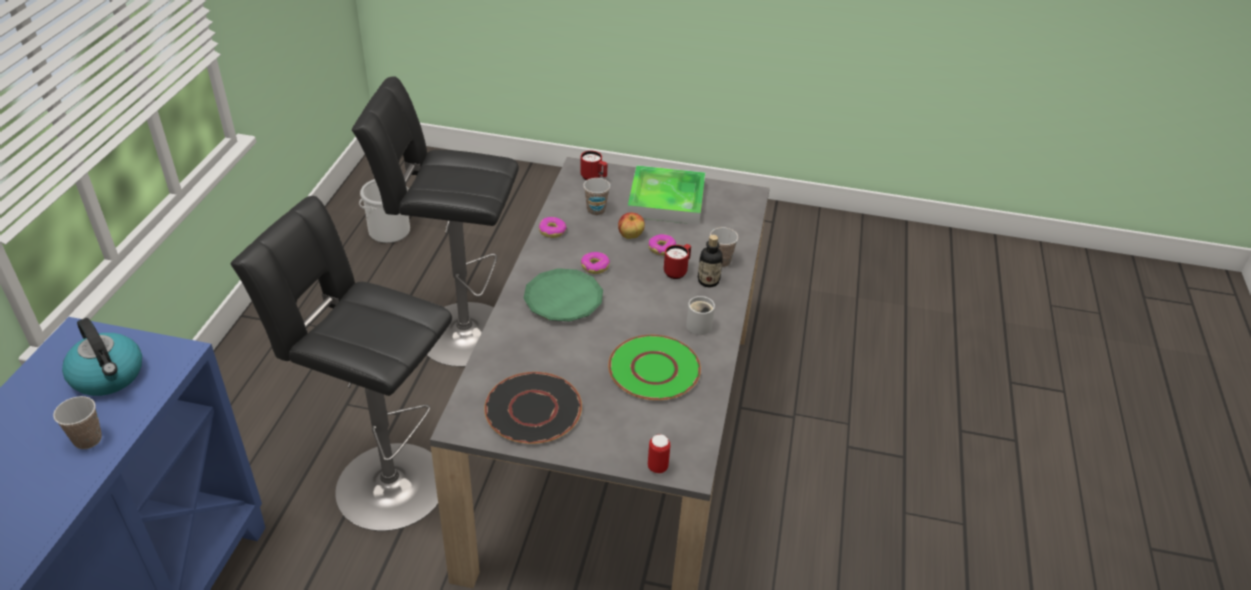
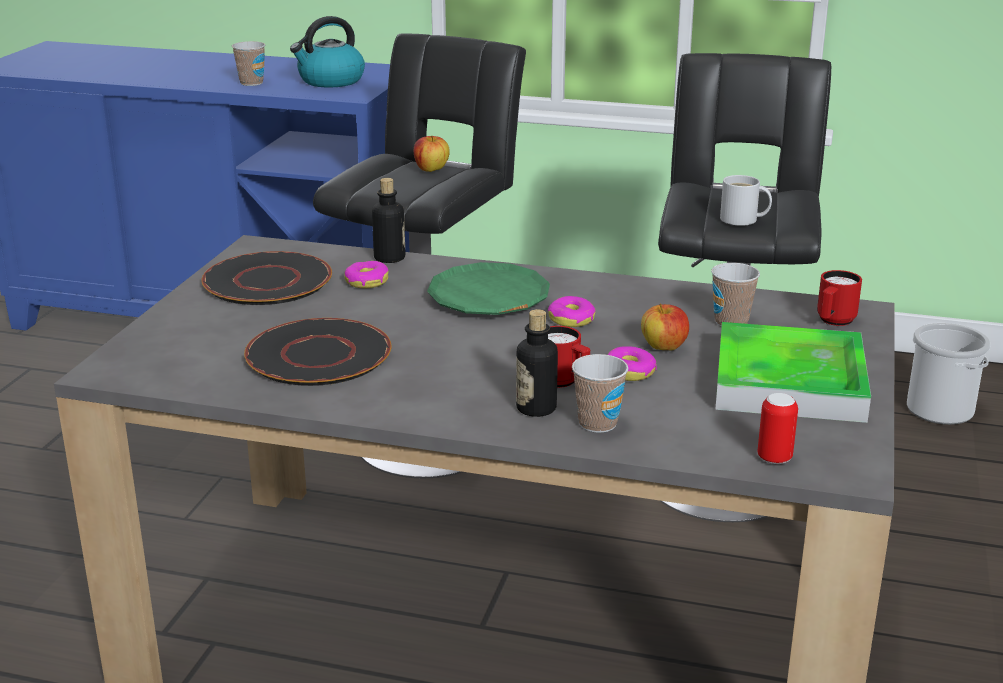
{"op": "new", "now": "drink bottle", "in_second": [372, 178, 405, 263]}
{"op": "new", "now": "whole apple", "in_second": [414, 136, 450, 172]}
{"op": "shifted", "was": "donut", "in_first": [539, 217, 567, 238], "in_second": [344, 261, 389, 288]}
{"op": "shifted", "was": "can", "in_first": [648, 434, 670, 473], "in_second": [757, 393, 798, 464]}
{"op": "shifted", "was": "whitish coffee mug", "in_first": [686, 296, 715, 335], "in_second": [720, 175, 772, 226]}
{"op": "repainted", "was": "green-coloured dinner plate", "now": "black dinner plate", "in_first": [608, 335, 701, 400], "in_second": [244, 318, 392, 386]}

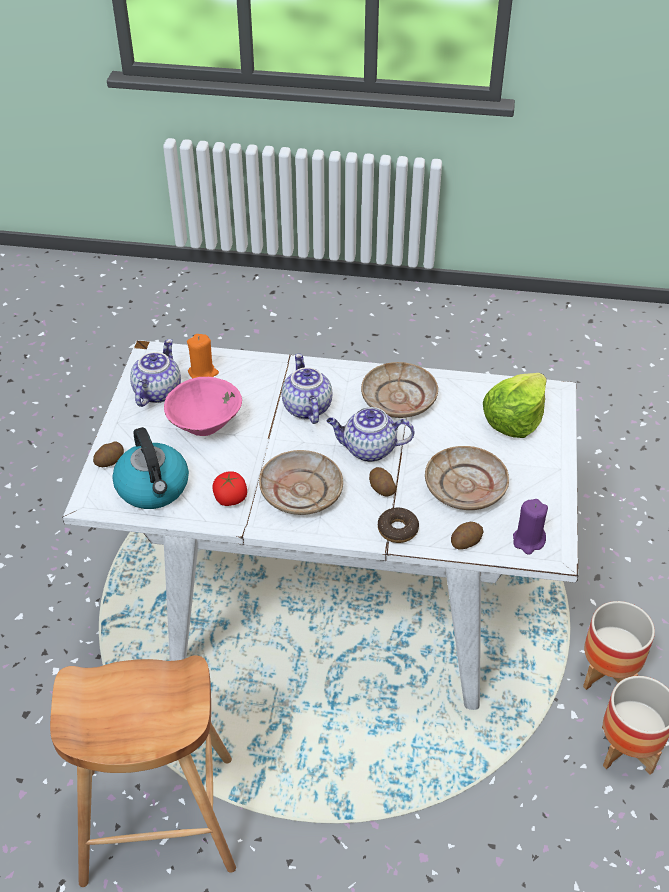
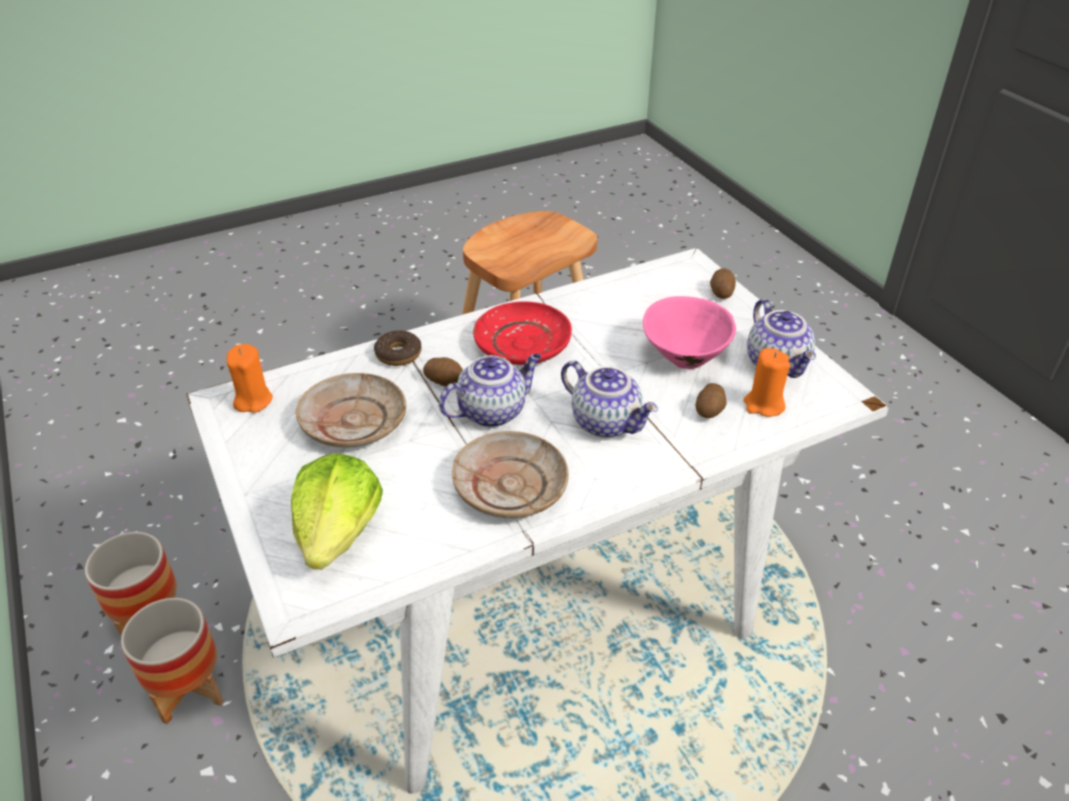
{"op": "gone", "was": "tea kettle", "in_first": [112, 427, 189, 509]}
{"op": "gone", "was": "fresh tomato", "in_first": [212, 471, 247, 506]}
{"op": "shifted", "was": "whole potato", "in_first": [451, 522, 483, 550], "in_second": [696, 383, 727, 418]}
{"op": "repainted", "was": "beige dinner plate", "now": "reddish dinner plate", "in_first": [259, 450, 343, 515], "in_second": [473, 301, 572, 365]}
{"op": "repainted", "was": "purplish wax light", "now": "orange wax light", "in_first": [513, 499, 548, 555], "in_second": [227, 344, 273, 413]}

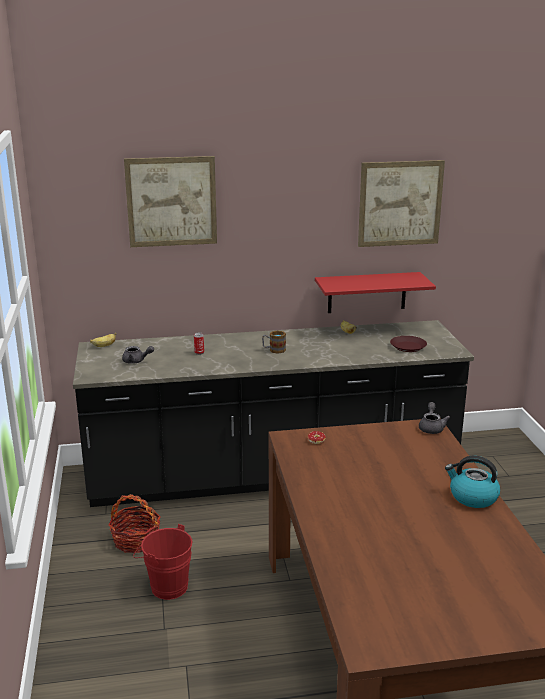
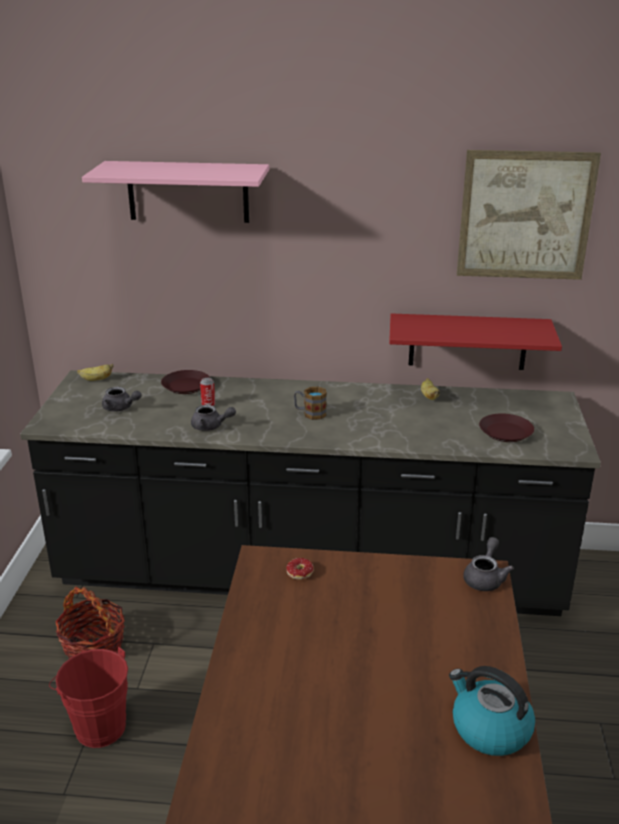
{"op": "new", "now": "brown-coloured dinner plate", "in_second": [161, 370, 210, 394]}
{"op": "new", "now": "grey tea pot", "in_second": [191, 405, 236, 431]}
{"op": "swapped", "was": "wall picture", "now": "pinkish shelf", "in_first": [124, 156, 217, 247], "in_second": [82, 161, 269, 223]}

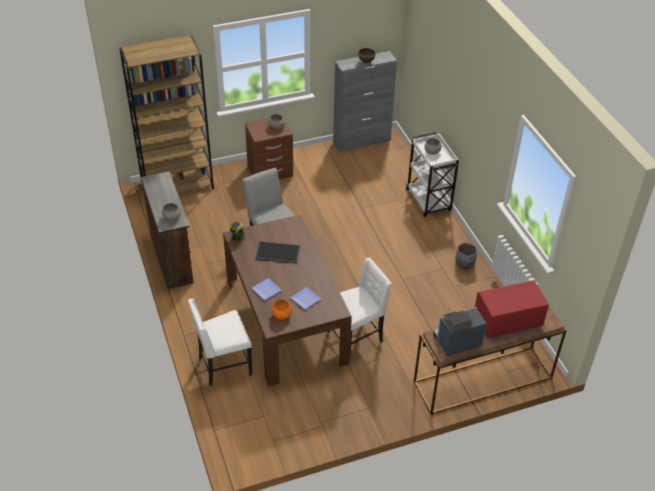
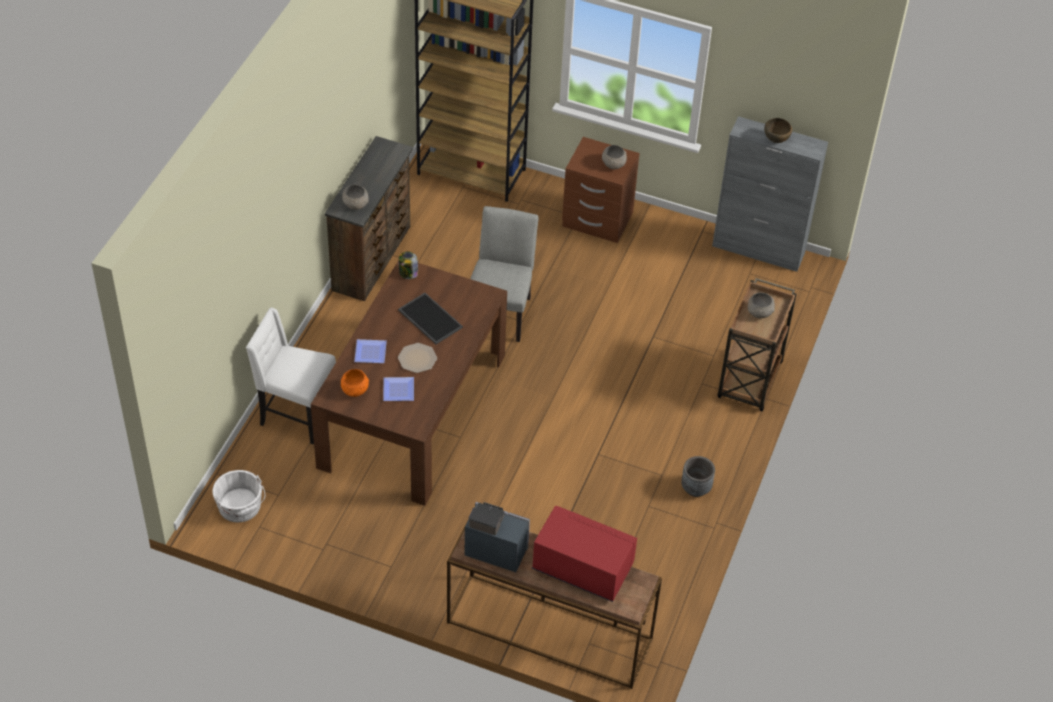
{"op": "gone", "was": "whitish plain chair", "in_first": [327, 258, 391, 352]}
{"op": "new", "now": "whitish pail", "in_second": [213, 470, 265, 522]}
{"op": "new", "now": "dinner plate", "in_second": [398, 343, 437, 373]}
{"op": "repainted", "was": "whitish wheeled cart", "now": "brown-coloured wheeled cart", "in_first": [406, 132, 459, 217], "in_second": [718, 278, 797, 411]}

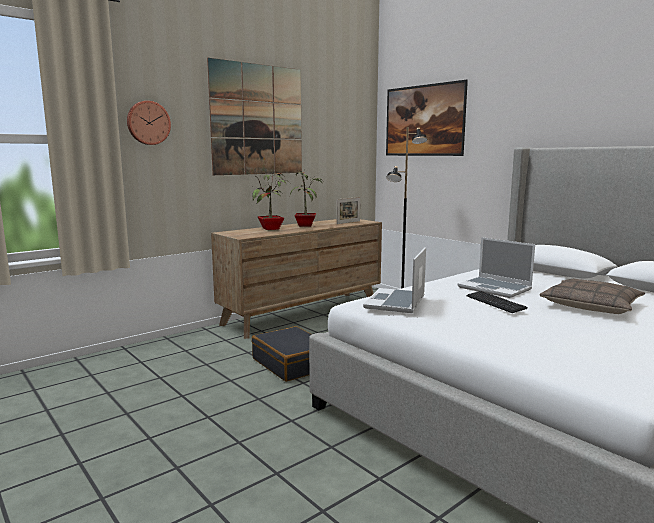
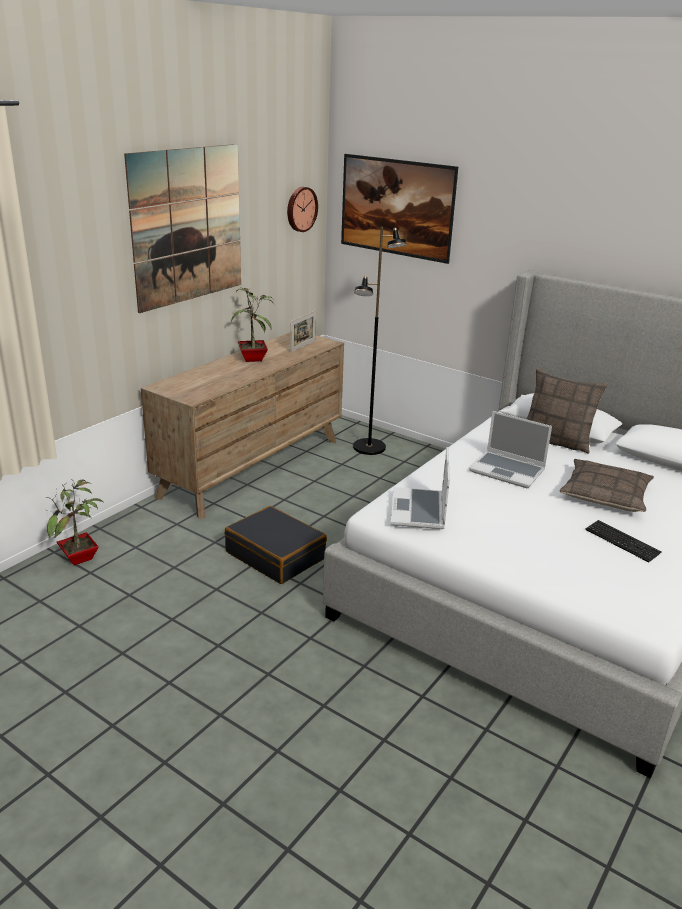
{"op": "new", "now": "pillow", "in_second": [527, 368, 608, 454]}
{"op": "shifted", "was": "wall clock", "in_first": [127, 101, 171, 145], "in_second": [287, 187, 318, 232]}
{"op": "shifted", "was": "houseplant", "in_first": [252, 171, 291, 230], "in_second": [46, 480, 103, 565]}
{"op": "shifted", "was": "keyboard", "in_first": [466, 291, 528, 313], "in_second": [585, 520, 661, 562]}

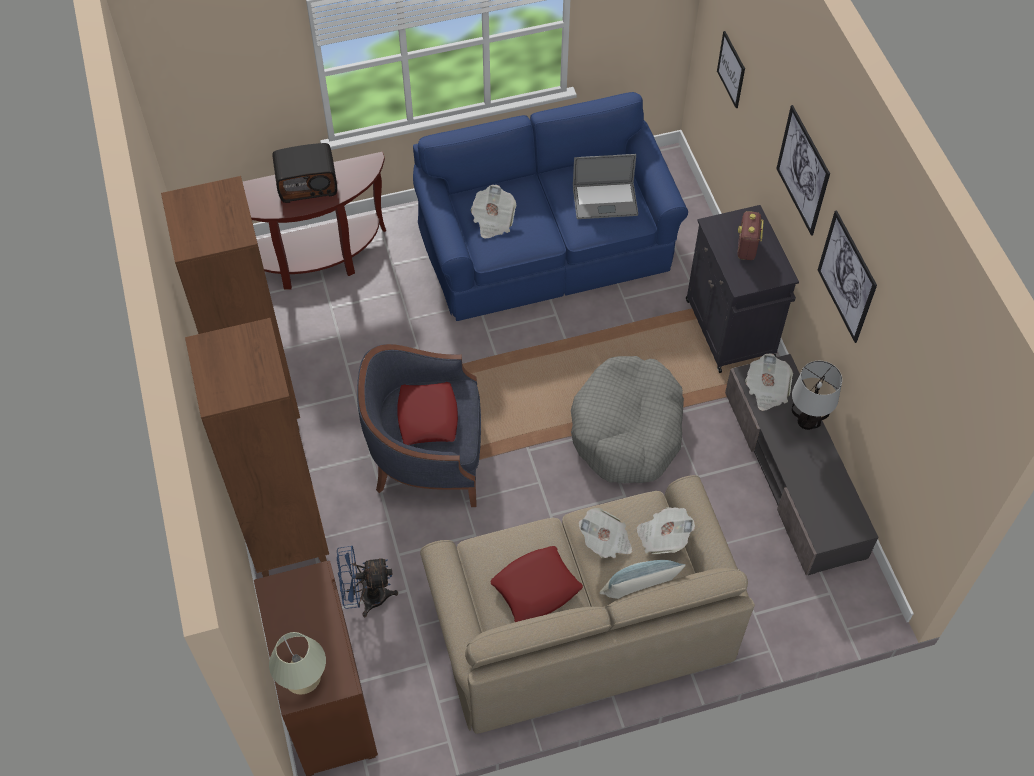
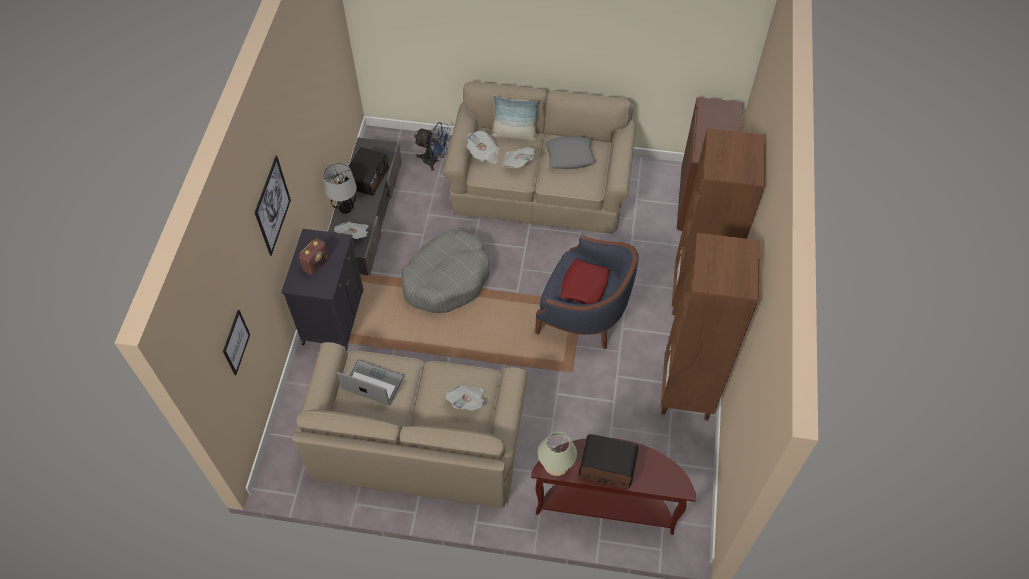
{"op": "gone", "was": "wall picture", "in_first": [818, 210, 877, 343]}
{"op": "new", "now": "radio receiver", "in_second": [345, 147, 388, 196]}
{"op": "shifted", "was": "beige table lamp", "in_first": [269, 632, 326, 694], "in_second": [538, 432, 577, 476]}
{"op": "shifted", "was": "blue-coloured fan", "in_first": [337, 546, 398, 617], "in_second": [414, 122, 450, 171]}
{"op": "repainted", "was": "blue-coloured couch", "now": "beige couch", "in_first": [413, 92, 688, 321], "in_second": [292, 342, 528, 508]}
{"op": "repainted", "was": "reddish pillow", "now": "grey pillow", "in_first": [491, 546, 583, 622], "in_second": [545, 136, 596, 169]}

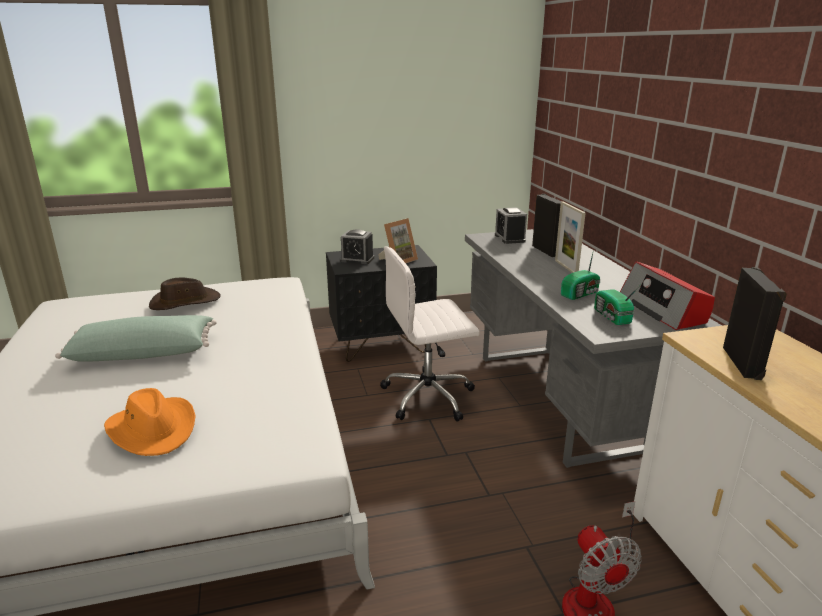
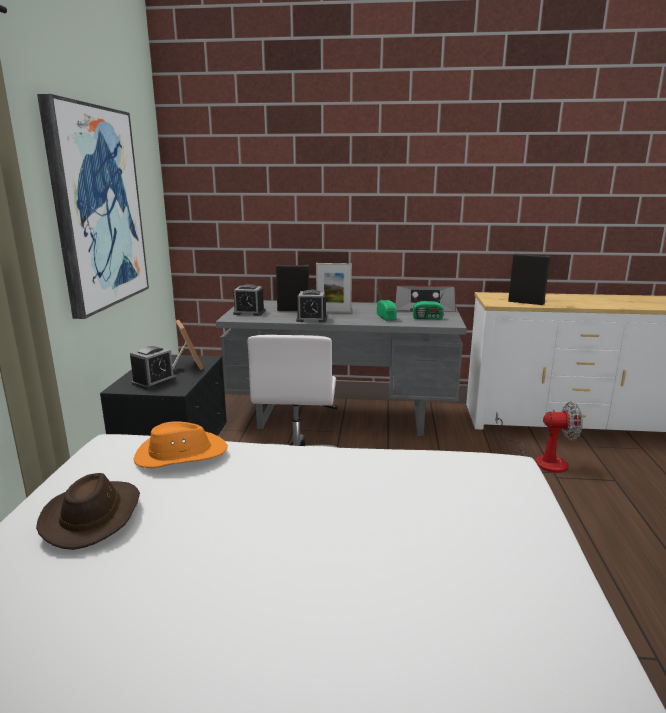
{"op": "gone", "was": "green-coloured pillow", "in_first": [55, 315, 217, 362]}
{"op": "new", "now": "wall picture", "in_second": [37, 94, 149, 319]}
{"op": "new", "now": "table clock", "in_second": [296, 290, 327, 322]}
{"op": "shifted", "was": "orange clothing hat", "in_first": [104, 388, 196, 456], "in_second": [134, 421, 228, 468]}

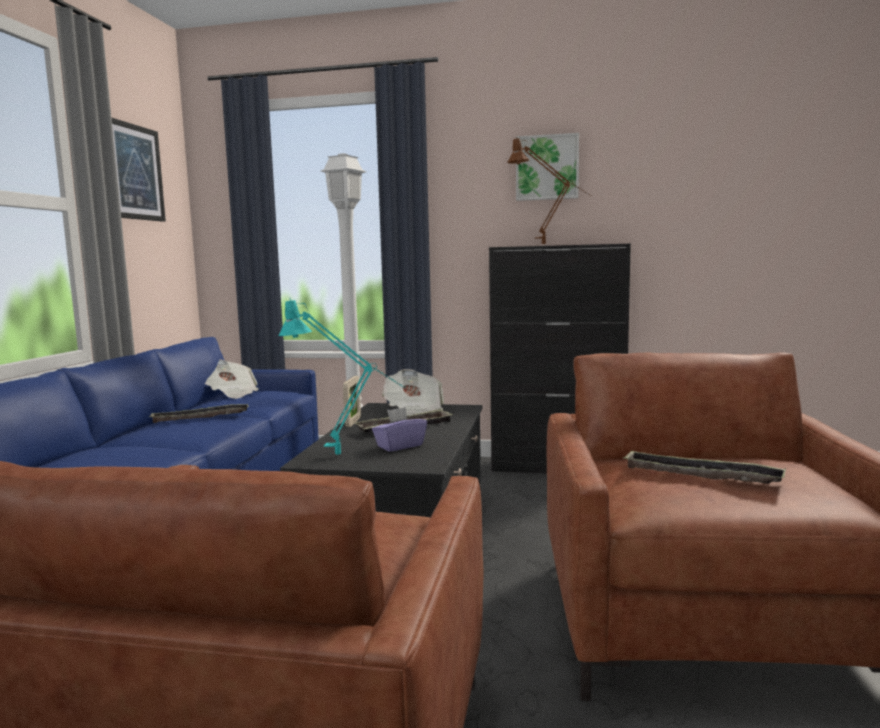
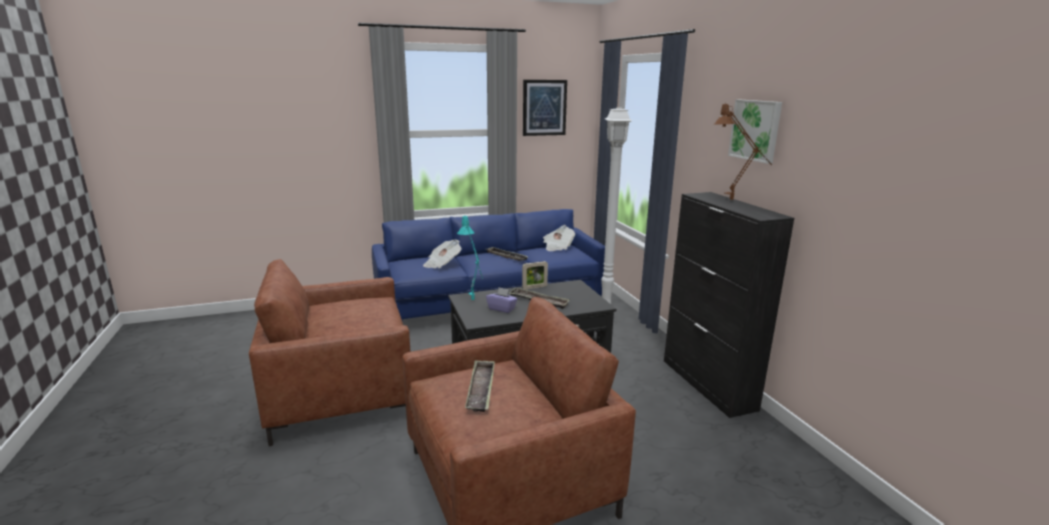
{"op": "shifted", "was": "daily paper", "in_first": [382, 369, 444, 416], "in_second": [423, 240, 462, 269]}

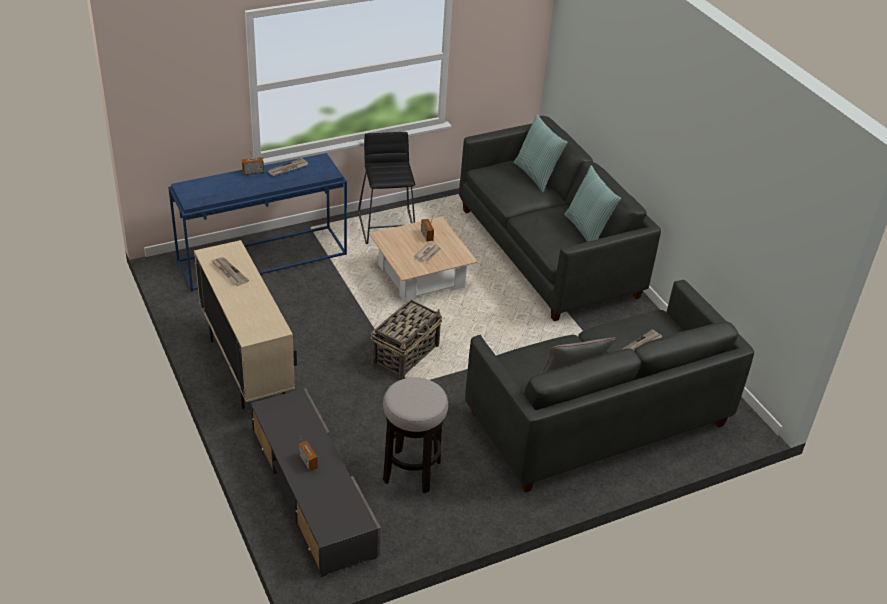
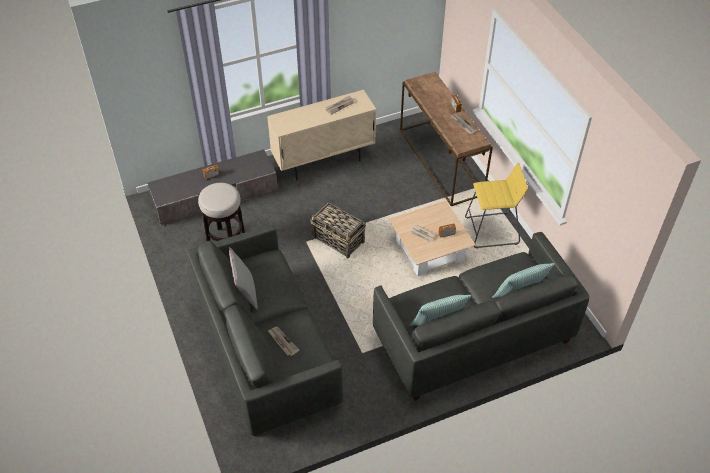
{"op": "repainted", "was": "blue-coloured narrow table", "now": "brown-coloured narrow table", "in_first": [168, 153, 347, 292], "in_second": [400, 72, 493, 206]}
{"op": "repainted", "was": "black sitting stool", "now": "yellowish sitting stool", "in_first": [358, 132, 415, 244], "in_second": [465, 163, 528, 248]}

